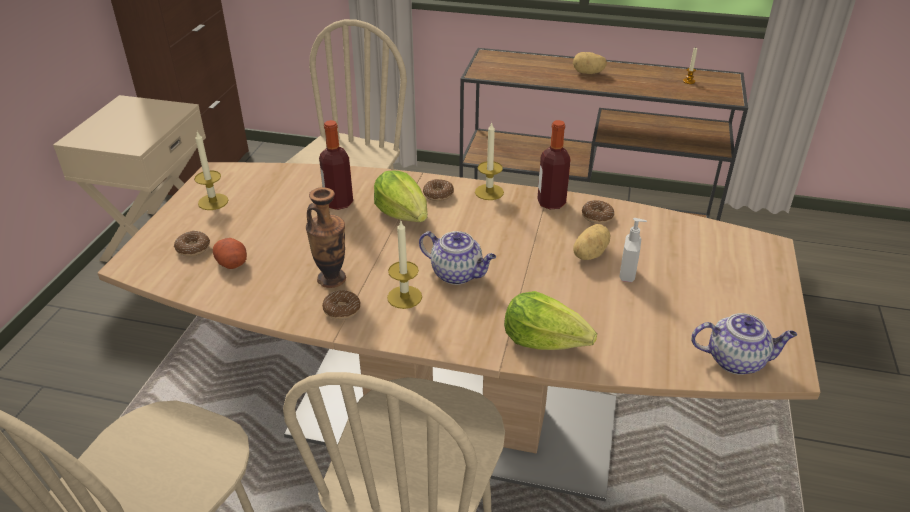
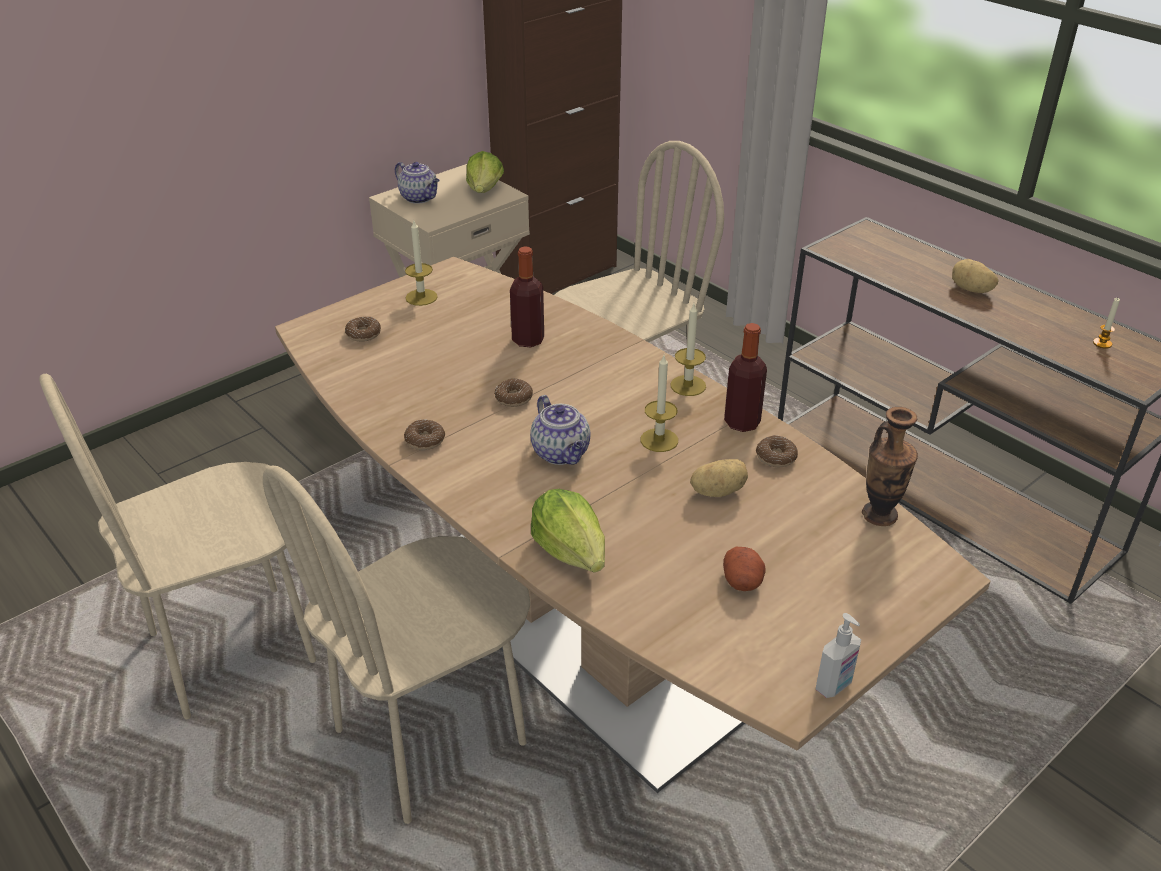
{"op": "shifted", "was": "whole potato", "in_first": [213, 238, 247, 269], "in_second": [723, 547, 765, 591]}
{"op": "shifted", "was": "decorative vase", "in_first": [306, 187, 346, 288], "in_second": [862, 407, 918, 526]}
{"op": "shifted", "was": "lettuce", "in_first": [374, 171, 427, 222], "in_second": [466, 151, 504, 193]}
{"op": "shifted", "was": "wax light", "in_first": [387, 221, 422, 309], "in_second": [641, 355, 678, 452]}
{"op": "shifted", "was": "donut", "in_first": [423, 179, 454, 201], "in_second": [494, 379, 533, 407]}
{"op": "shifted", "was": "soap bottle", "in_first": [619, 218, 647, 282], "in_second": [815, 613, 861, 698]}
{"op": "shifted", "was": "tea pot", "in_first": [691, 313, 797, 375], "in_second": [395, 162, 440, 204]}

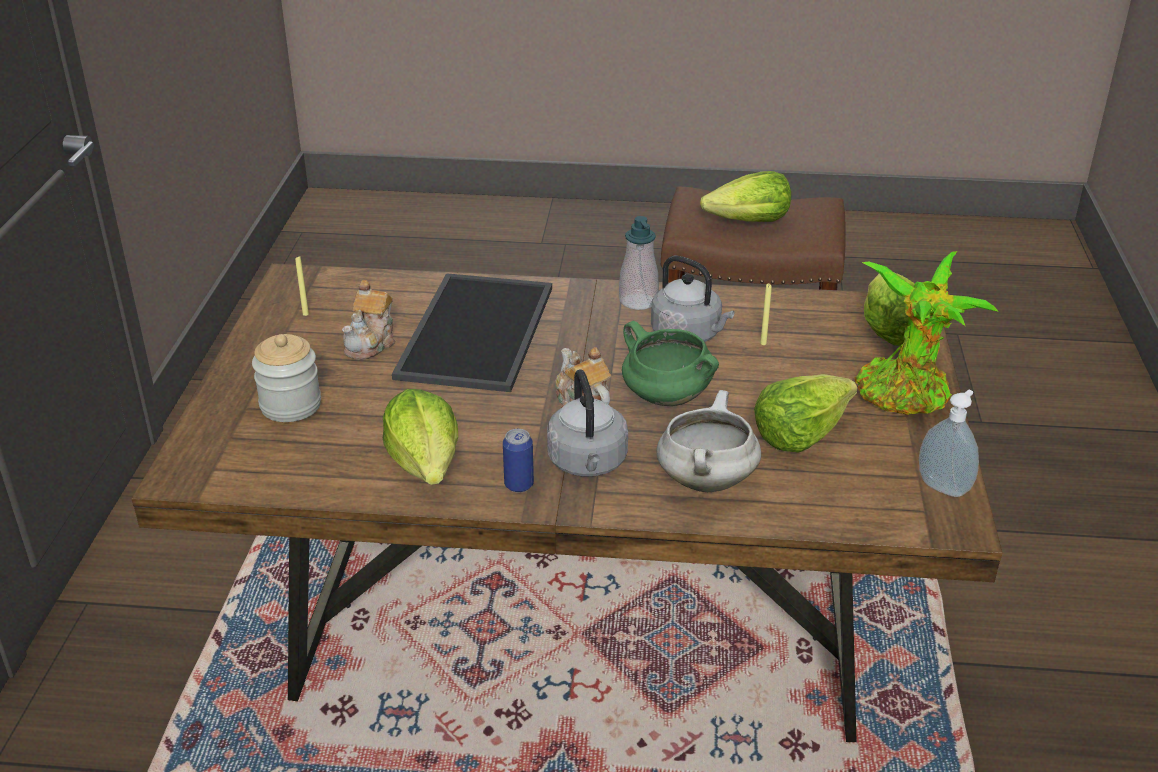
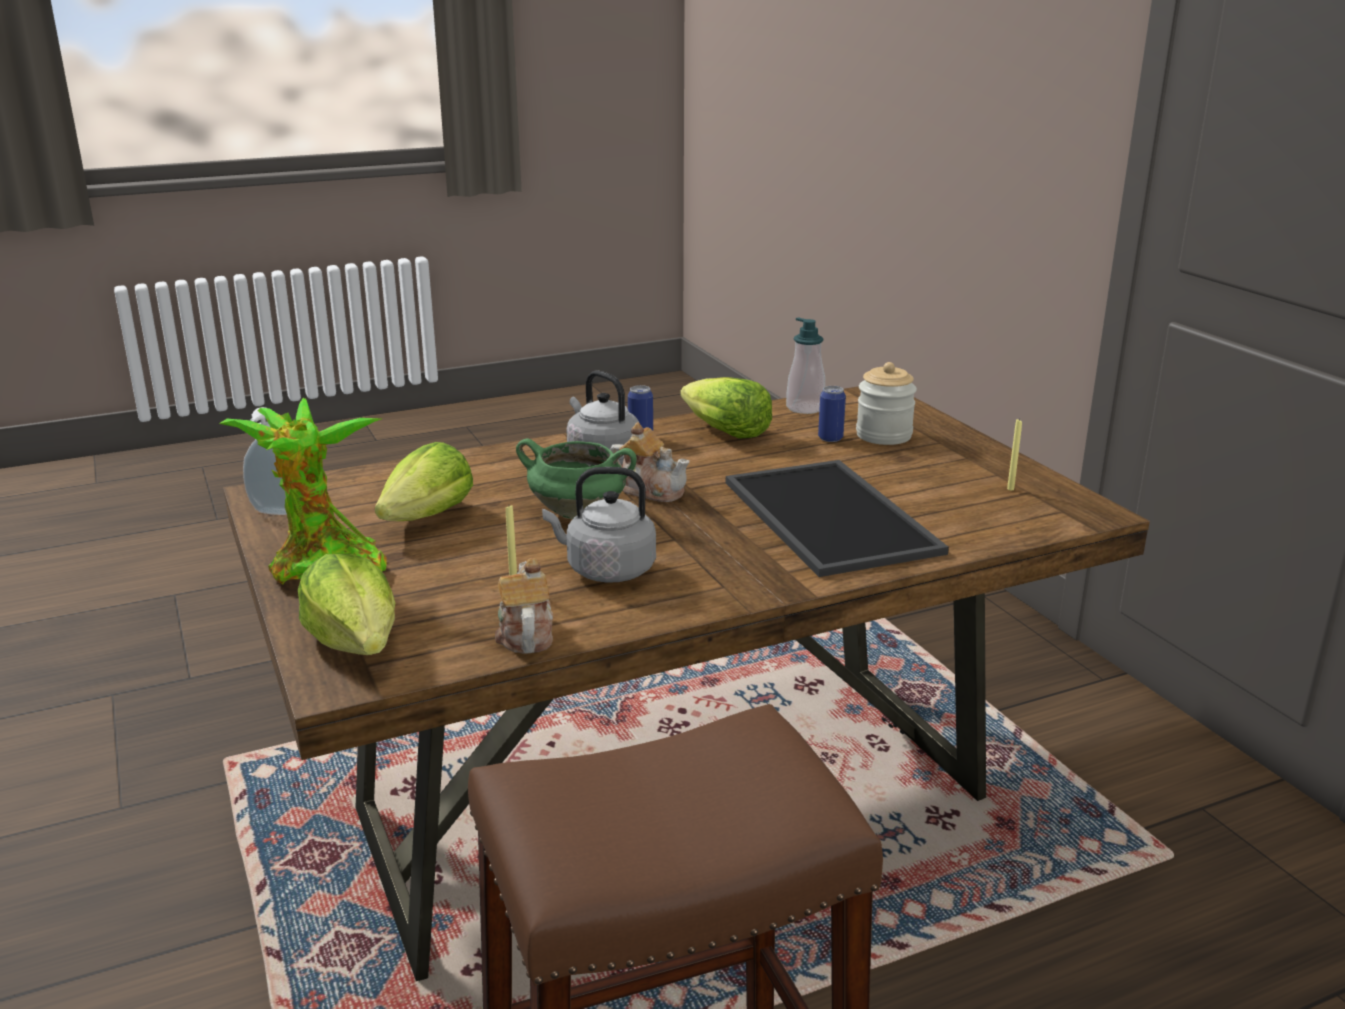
{"op": "gone", "was": "whitish cooking pot", "in_first": [657, 390, 761, 492]}
{"op": "gone", "was": "lettuce", "in_first": [700, 171, 791, 222]}
{"op": "new", "now": "can", "in_second": [818, 386, 846, 442]}
{"op": "shifted", "was": "tea pot", "in_first": [342, 280, 395, 360], "in_second": [495, 558, 553, 654]}
{"op": "shifted", "was": "soap bottle", "in_first": [619, 216, 659, 310], "in_second": [786, 317, 825, 414]}

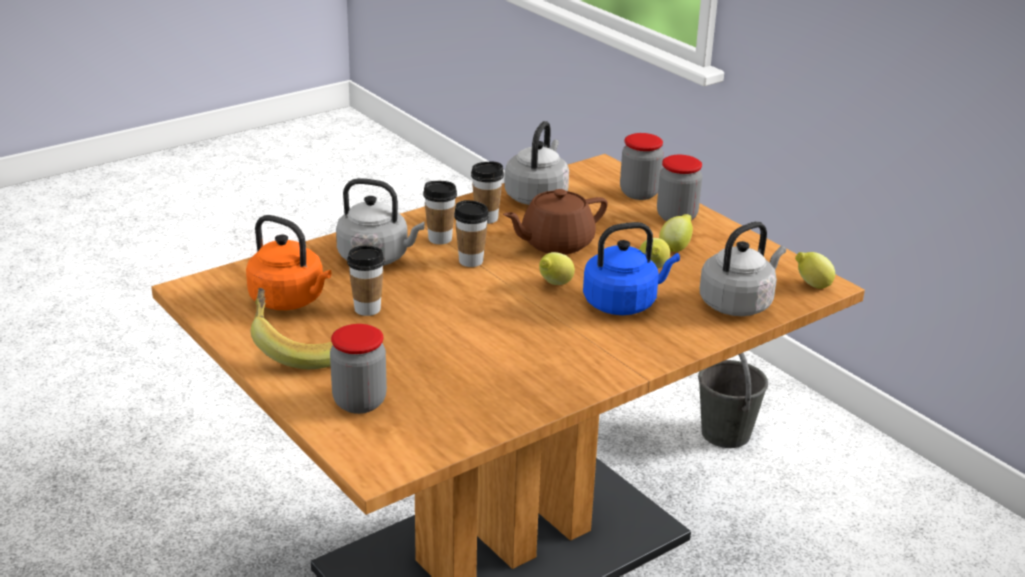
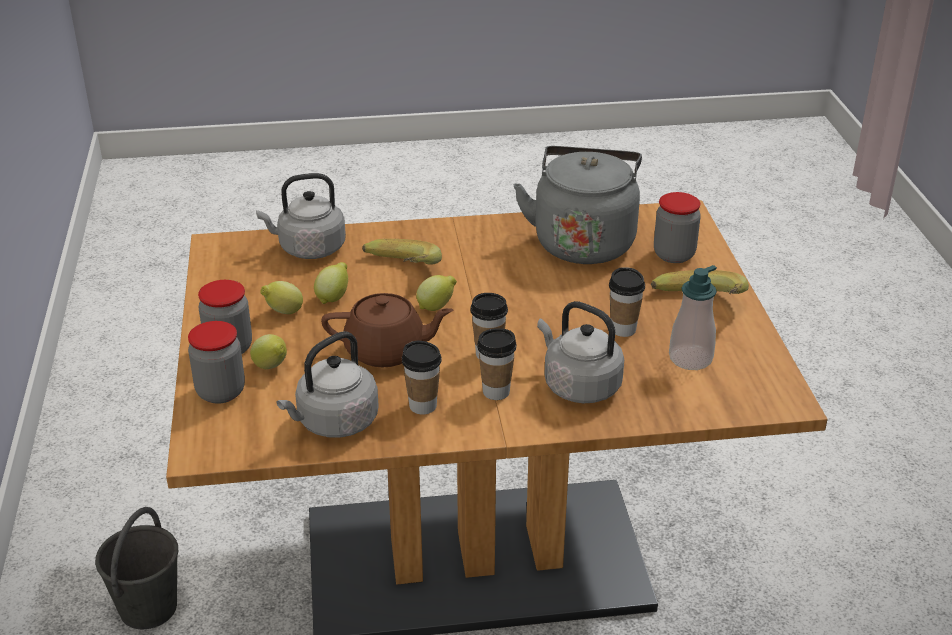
{"op": "new", "now": "grey tea kettle", "in_second": [514, 146, 642, 264]}
{"op": "shifted", "was": "whole lemon", "in_first": [795, 252, 835, 289], "in_second": [250, 334, 287, 369]}
{"op": "swapped", "was": "orange tea kettle", "now": "soap bottle", "in_first": [246, 215, 332, 310], "in_second": [669, 265, 717, 370]}
{"op": "swapped", "was": "blue-coloured tea kettle", "now": "banana", "in_first": [583, 222, 680, 315], "in_second": [362, 239, 442, 265]}

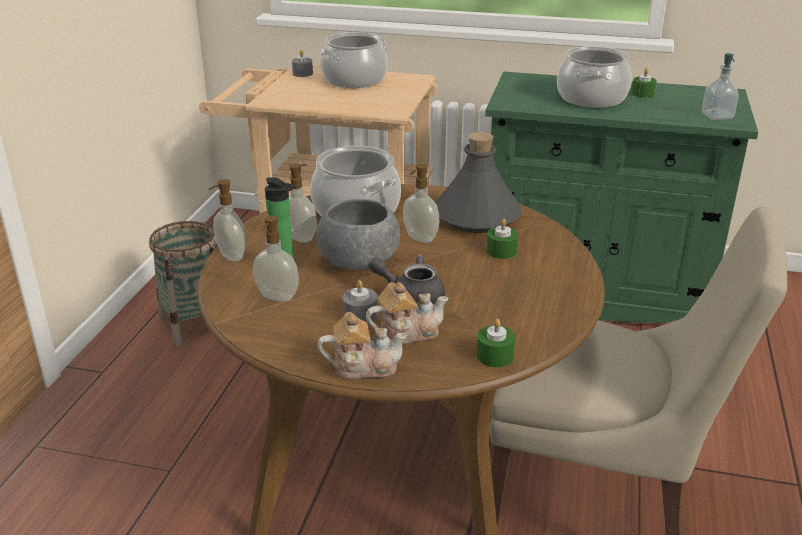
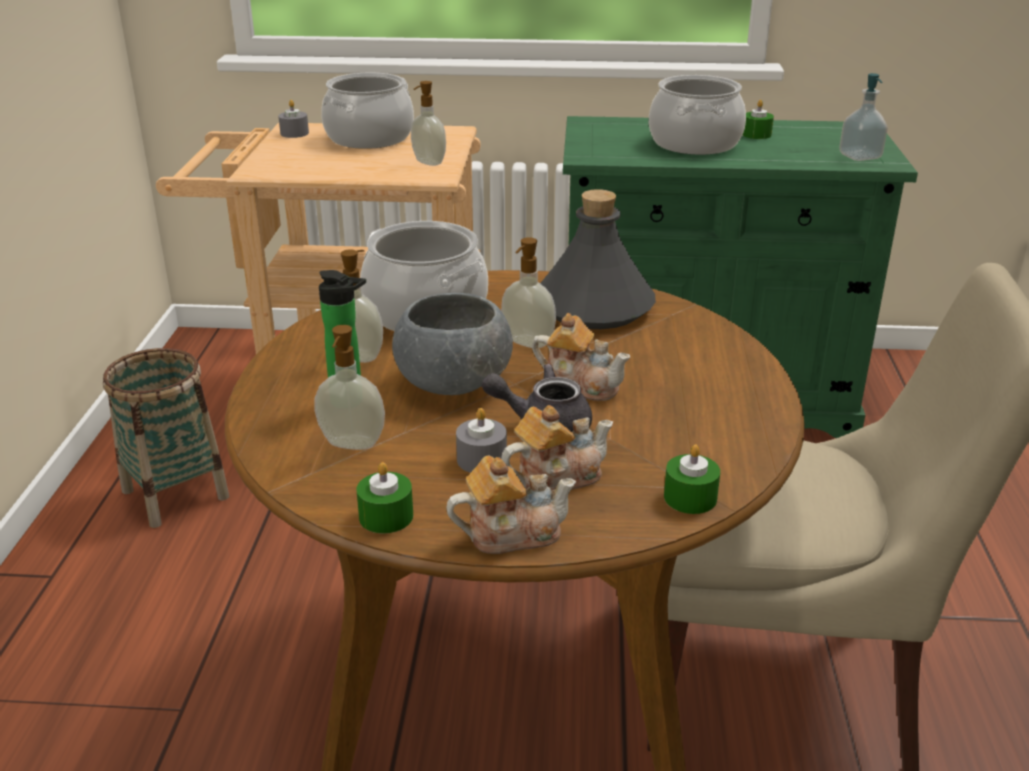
{"op": "new", "now": "tea pot", "in_second": [532, 313, 630, 401]}
{"op": "shifted", "was": "soap bottle", "in_first": [209, 179, 246, 261], "in_second": [411, 81, 446, 166]}
{"op": "shifted", "was": "green-coloured wax light", "in_first": [486, 219, 518, 259], "in_second": [357, 462, 413, 534]}

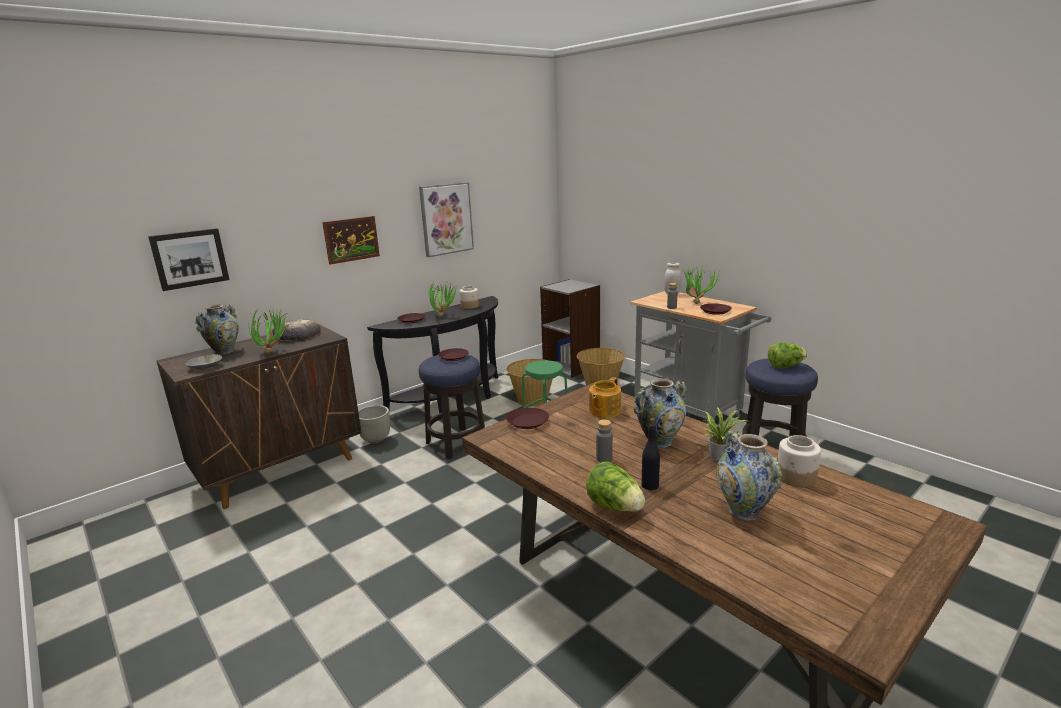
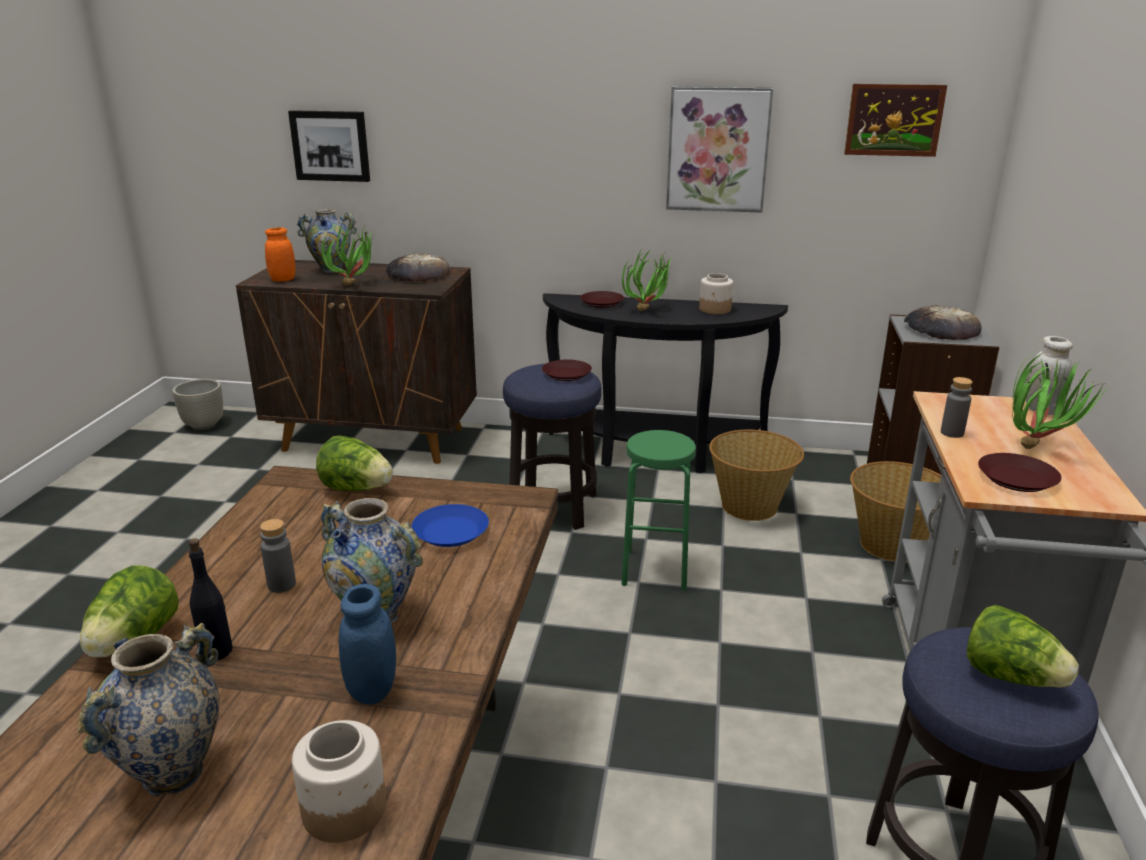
{"op": "new", "now": "baked bread", "in_second": [904, 305, 981, 340]}
{"op": "shifted", "was": "wall picture", "in_first": [322, 216, 380, 265], "in_second": [844, 84, 947, 157]}
{"op": "shifted", "was": "grey flower pot", "in_first": [358, 405, 390, 444], "in_second": [172, 379, 223, 430]}
{"op": "swapped", "was": "grey deep dish", "now": "orange storage jar", "in_first": [186, 354, 222, 370], "in_second": [265, 227, 295, 282]}
{"op": "swapped", "was": "brown-coloured dinner plate", "now": "lettuce", "in_first": [506, 408, 549, 429], "in_second": [316, 435, 393, 491]}
{"op": "swapped", "was": "tea pot", "now": "blue-coloured dinner plate", "in_first": [589, 377, 621, 418], "in_second": [411, 504, 489, 547]}
{"op": "swapped", "was": "houseplant", "now": "blue-coloured storage jar", "in_first": [703, 407, 747, 461], "in_second": [339, 584, 396, 704]}

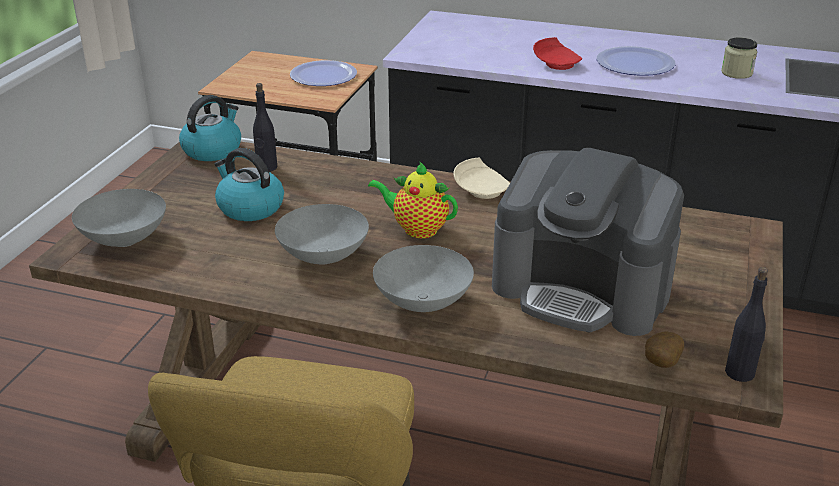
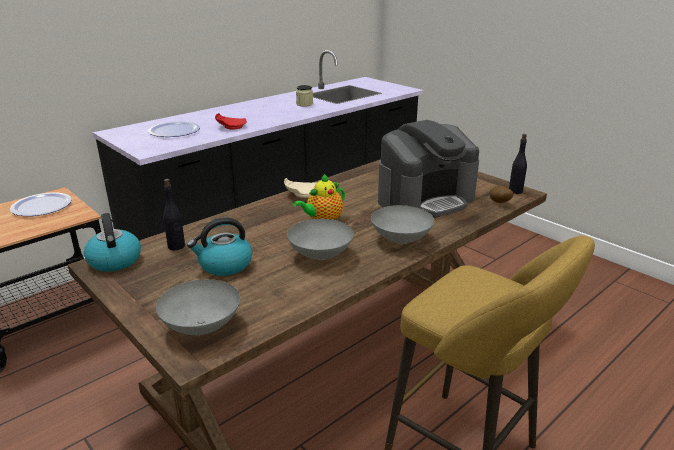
{"op": "shifted", "was": "dinner plate", "in_first": [597, 46, 676, 76], "in_second": [148, 121, 200, 137]}

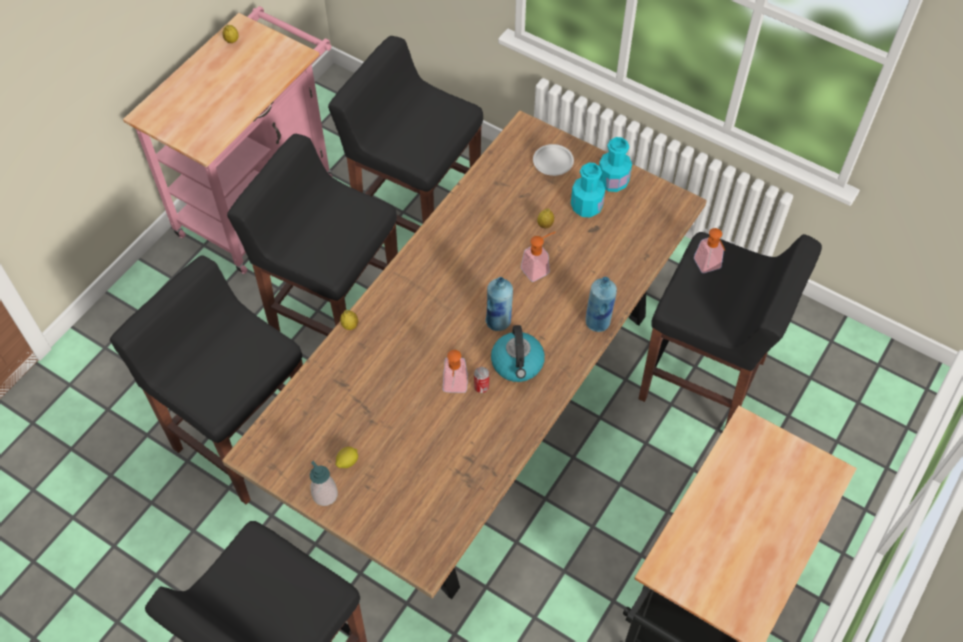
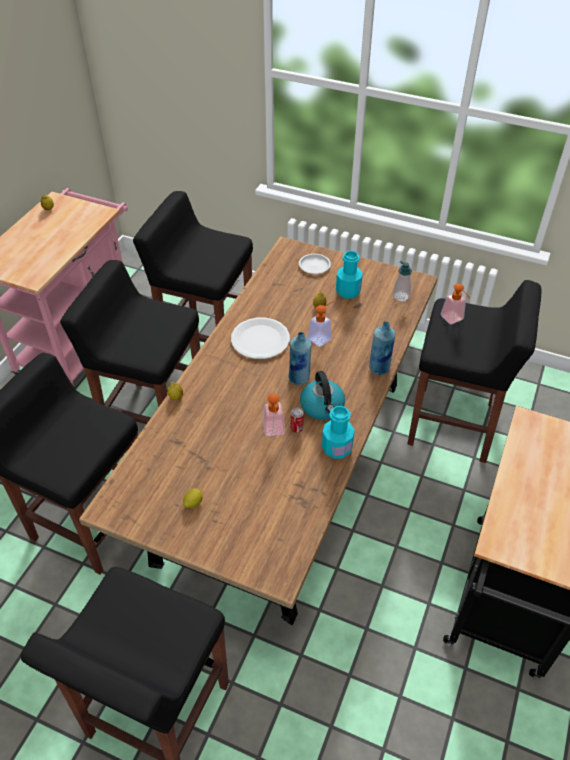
{"op": "new", "now": "whitish dinner plate", "in_second": [231, 318, 290, 359]}
{"op": "shifted", "was": "soap bottle", "in_first": [310, 461, 338, 506], "in_second": [393, 261, 412, 302]}
{"op": "shifted", "was": "turquoise-coloured drink bottle", "in_first": [599, 137, 632, 192], "in_second": [322, 406, 354, 459]}

